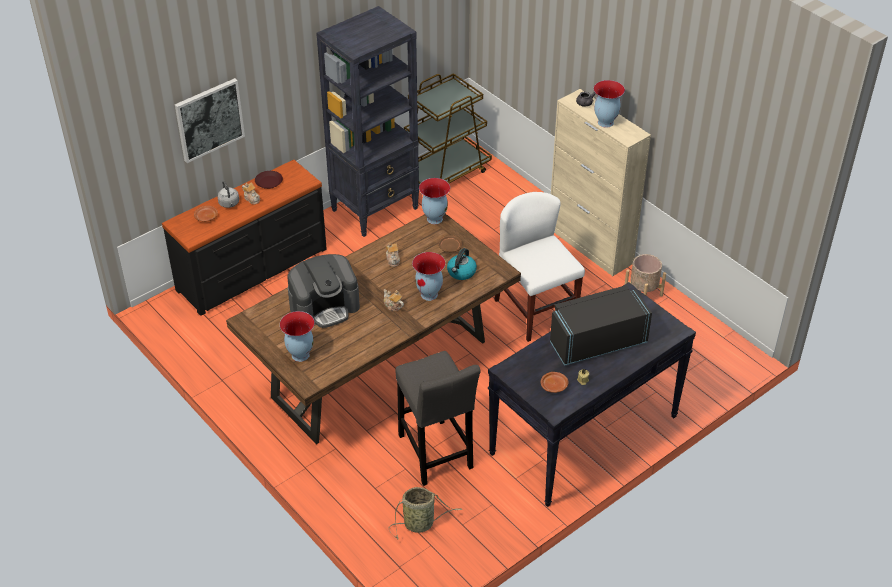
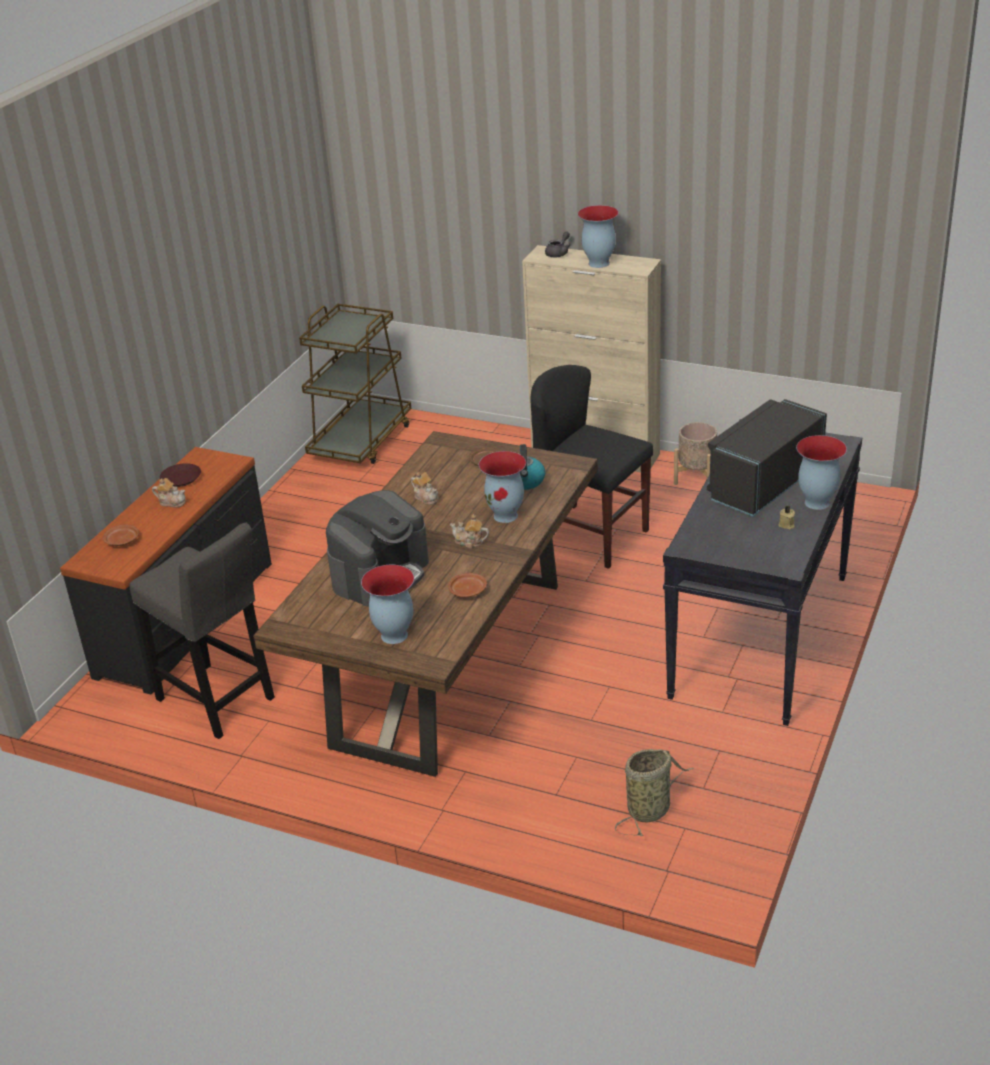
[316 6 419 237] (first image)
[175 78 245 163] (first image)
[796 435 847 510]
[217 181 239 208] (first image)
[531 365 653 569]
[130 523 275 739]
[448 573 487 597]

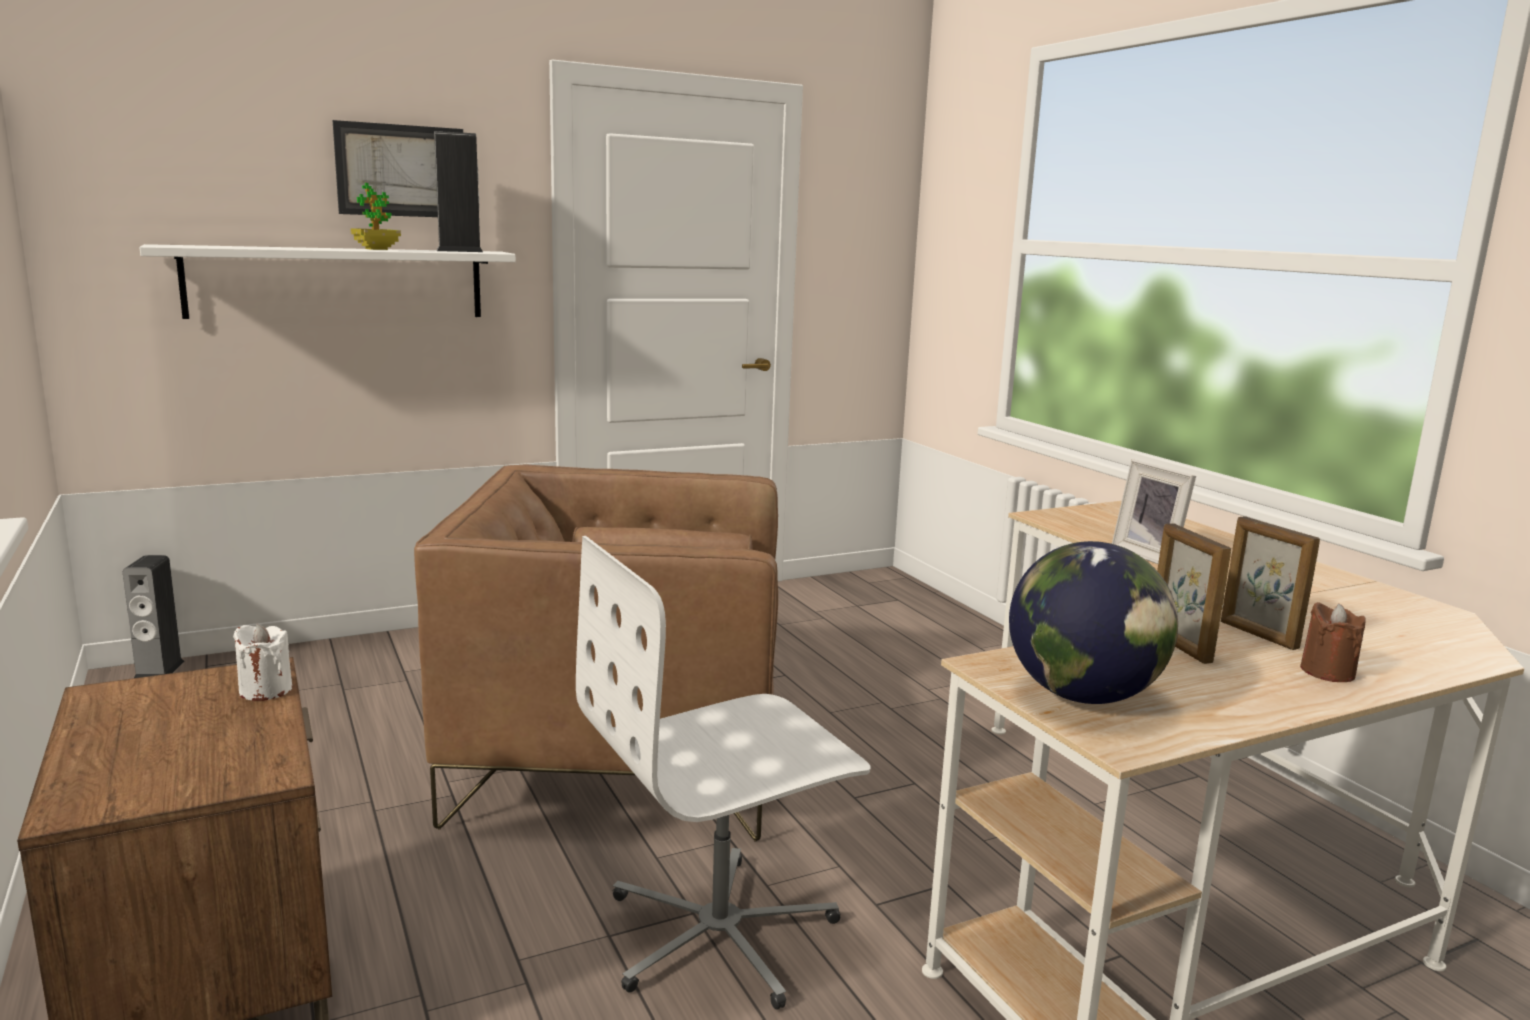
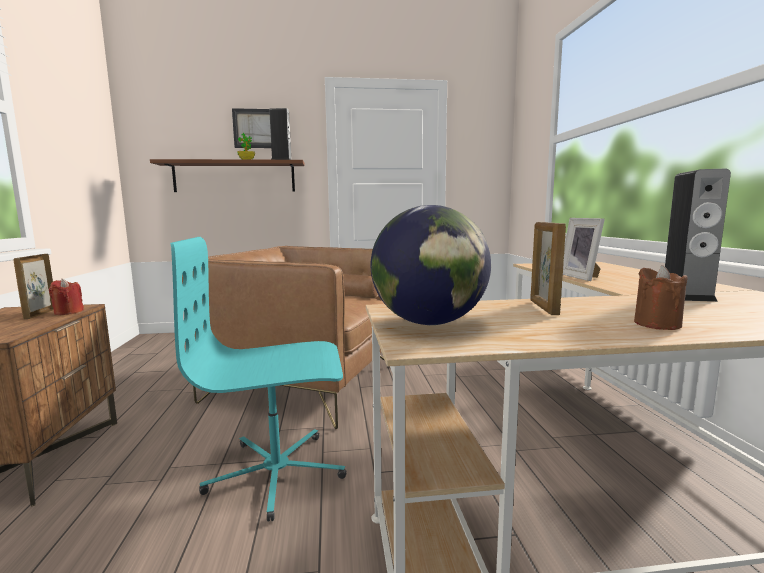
[150 159 305 192]
[13 254 54 319]
[170 237 346 522]
[665 169 731 302]
[49 279 84 315]

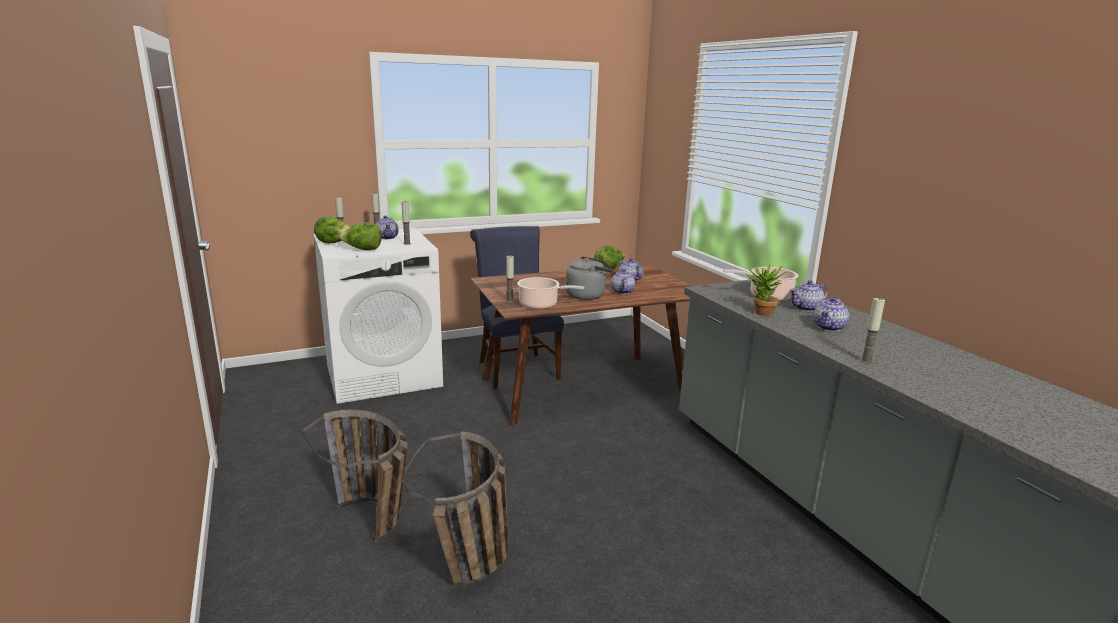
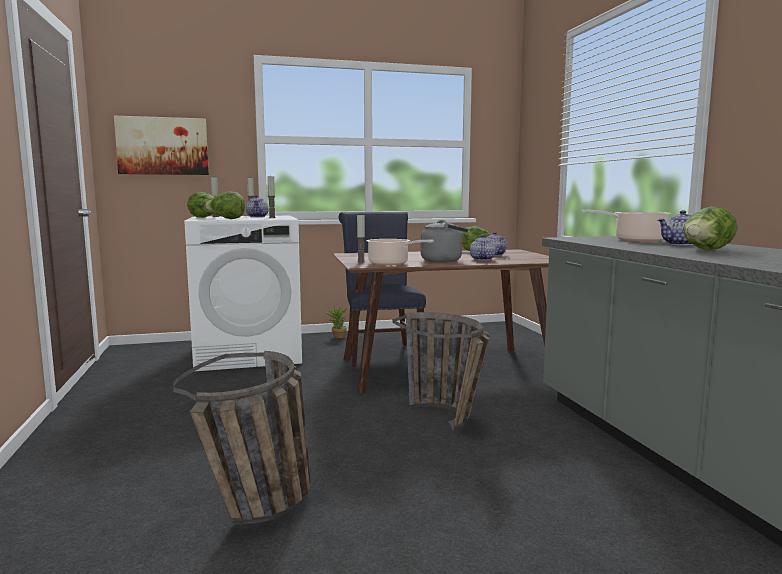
[324 304 347 338]
[683 206 738 250]
[860 297 885 364] (first image)
[392 312 490 431]
[114 116 209 175]

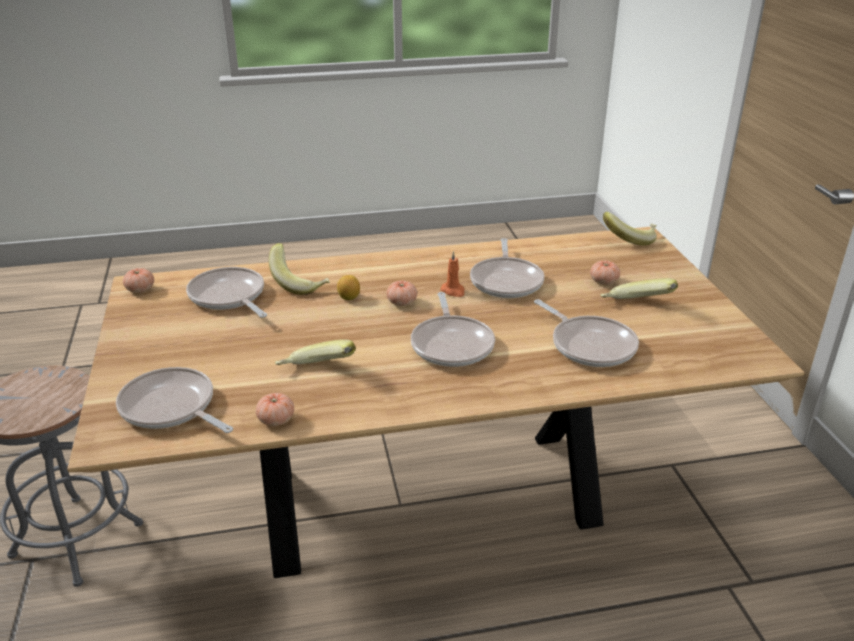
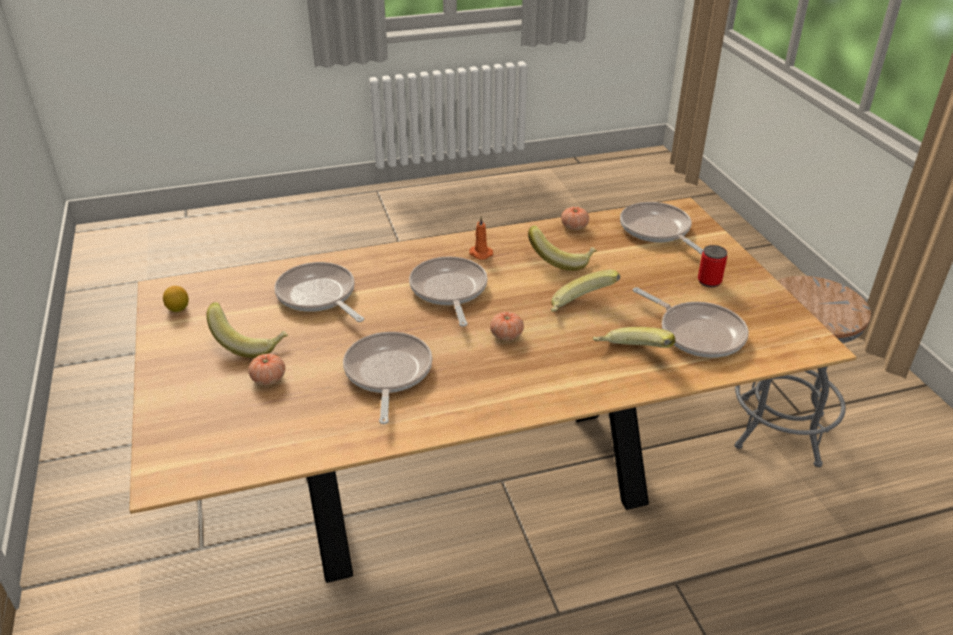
[551 270 620 312]
[469 216 493 260]
[123 268 154 293] (first image)
[163 286 189 312]
[620 202 704 254]
[698 245 727 287]

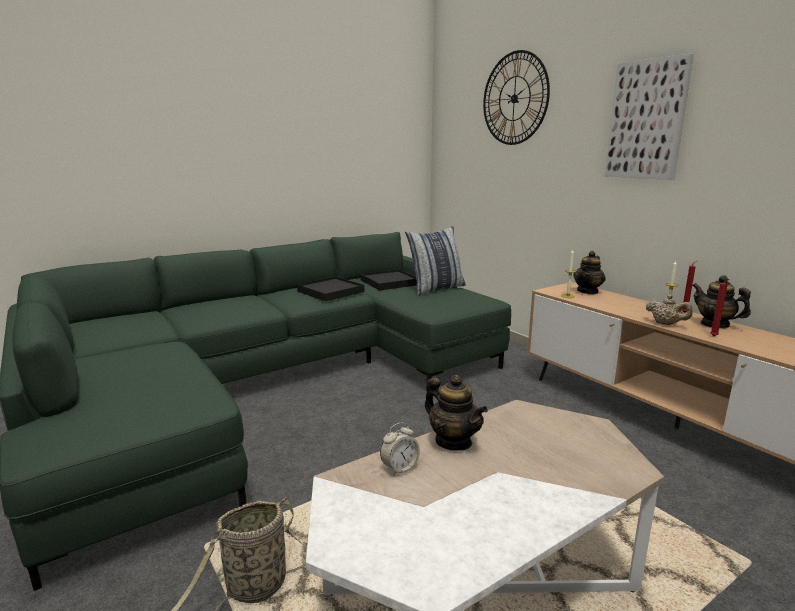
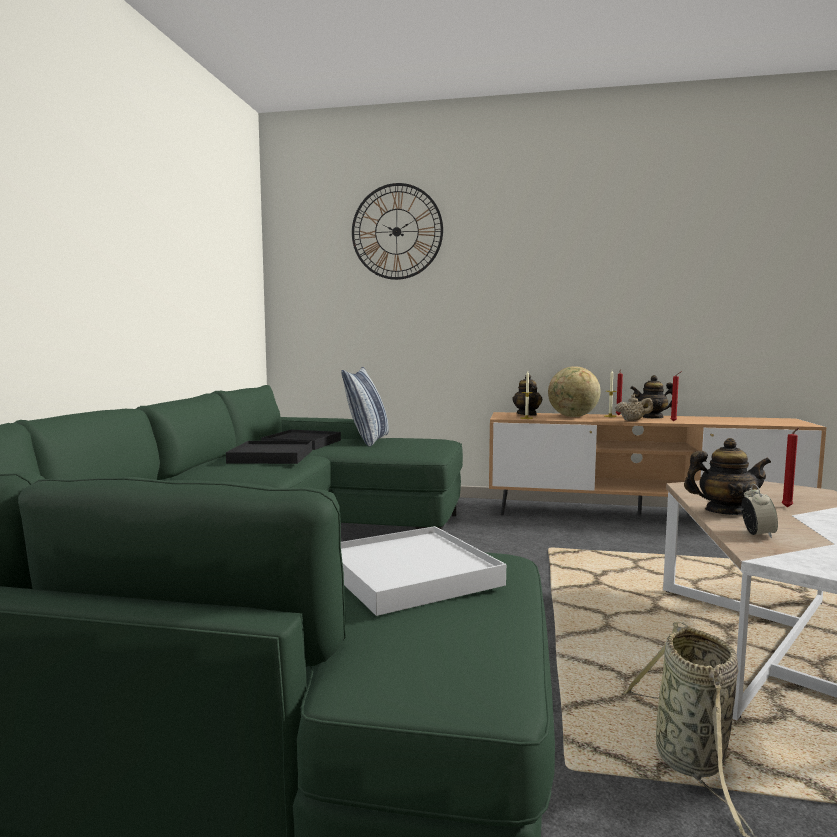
[605 54 694 180] (first image)
[548 366 601 417]
[782 428 799 507]
[341 526 506 616]

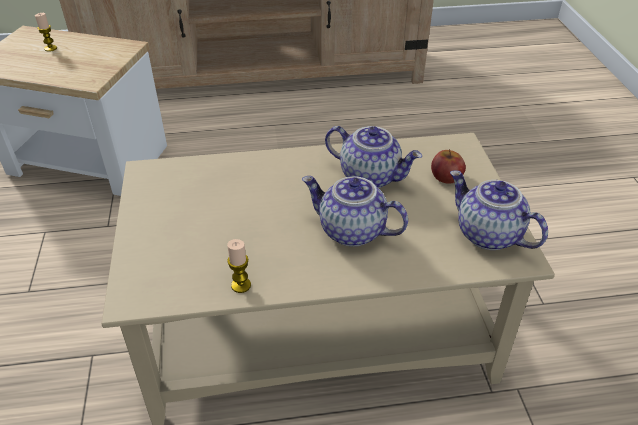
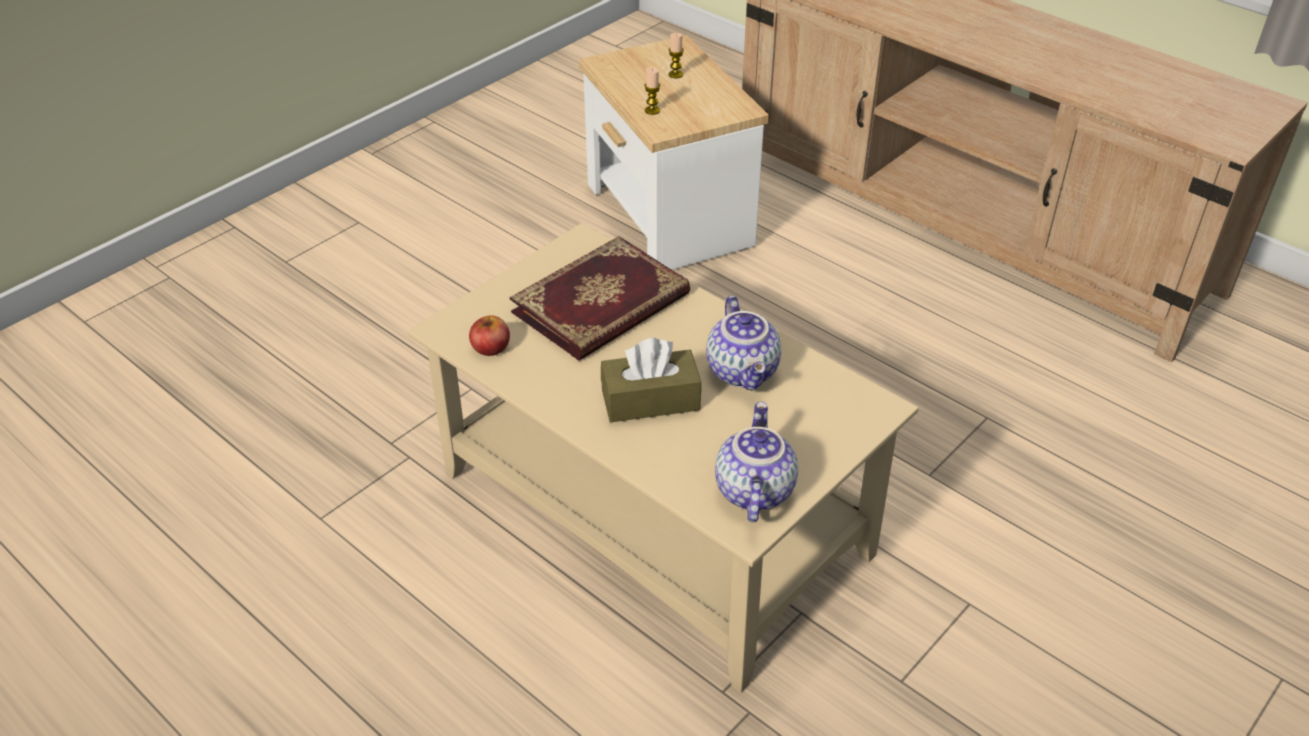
[469 315 510 356]
[601 338 701 422]
[645 67 660 115]
[510 236 690 361]

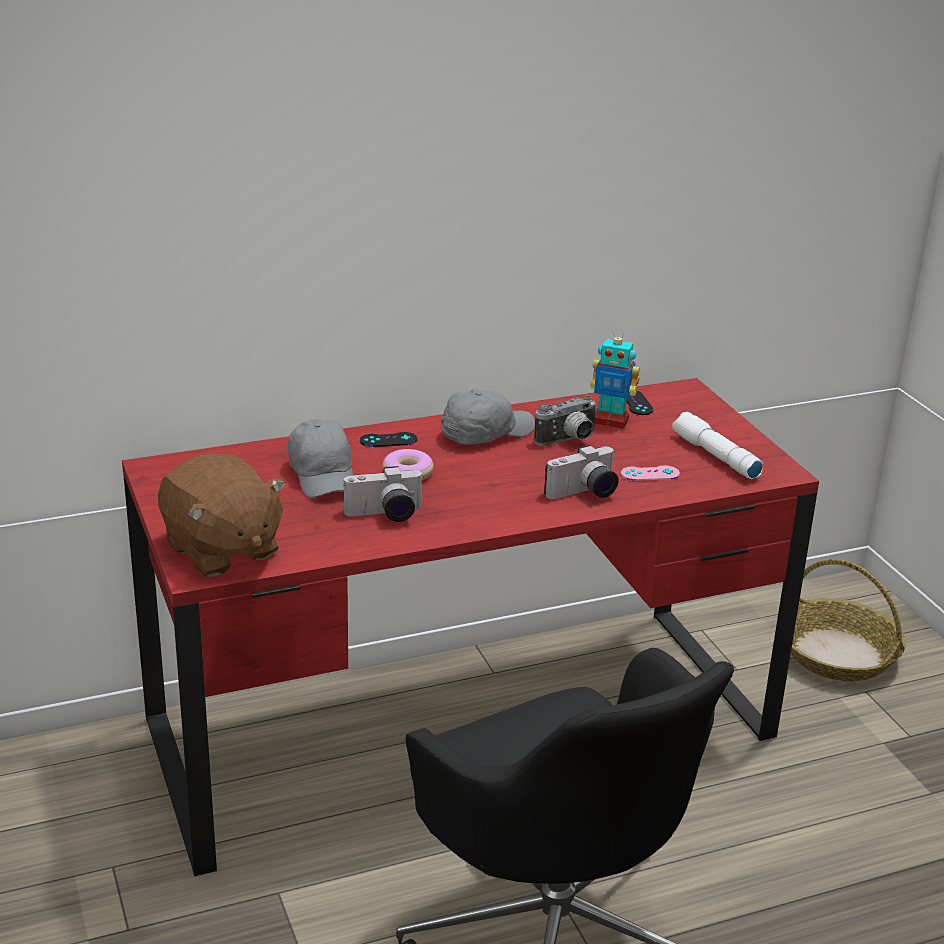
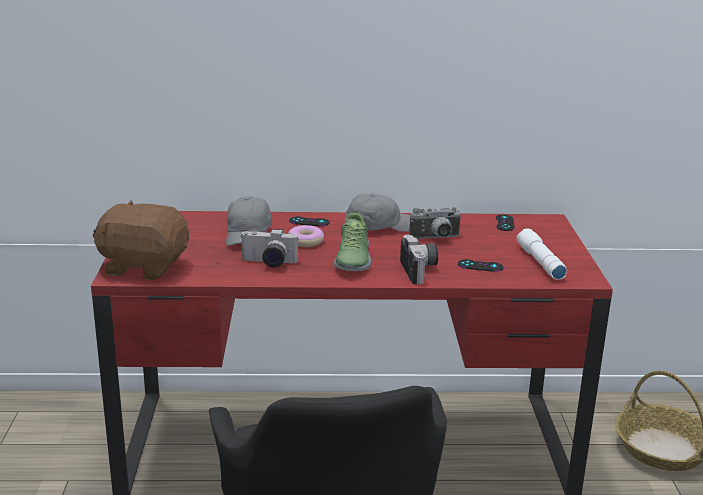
[590 328 640 429] (first image)
[400 235 438 284]
[93 200 189 280]
[458 259 503 272]
[334 210 371 272]

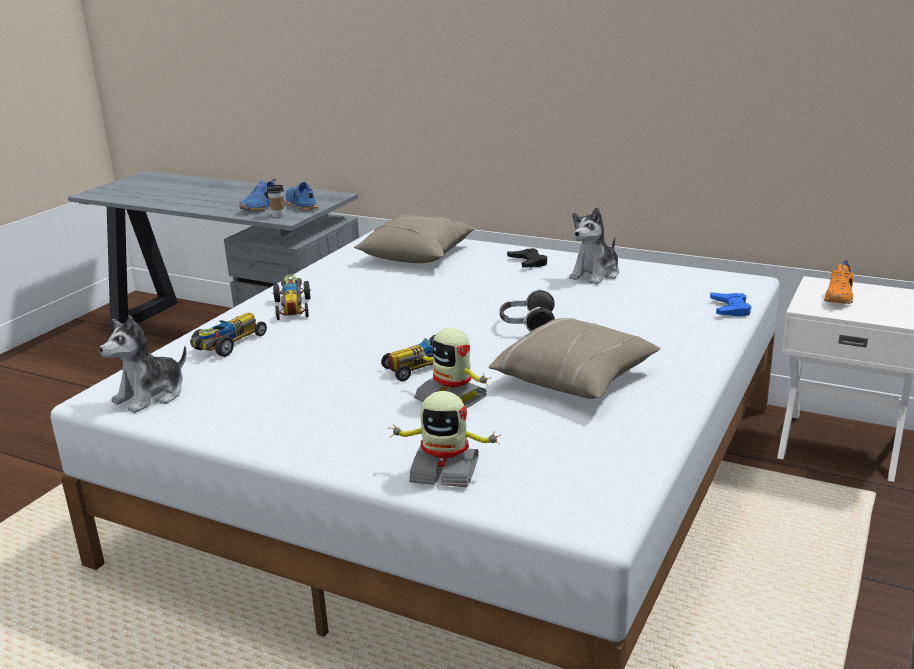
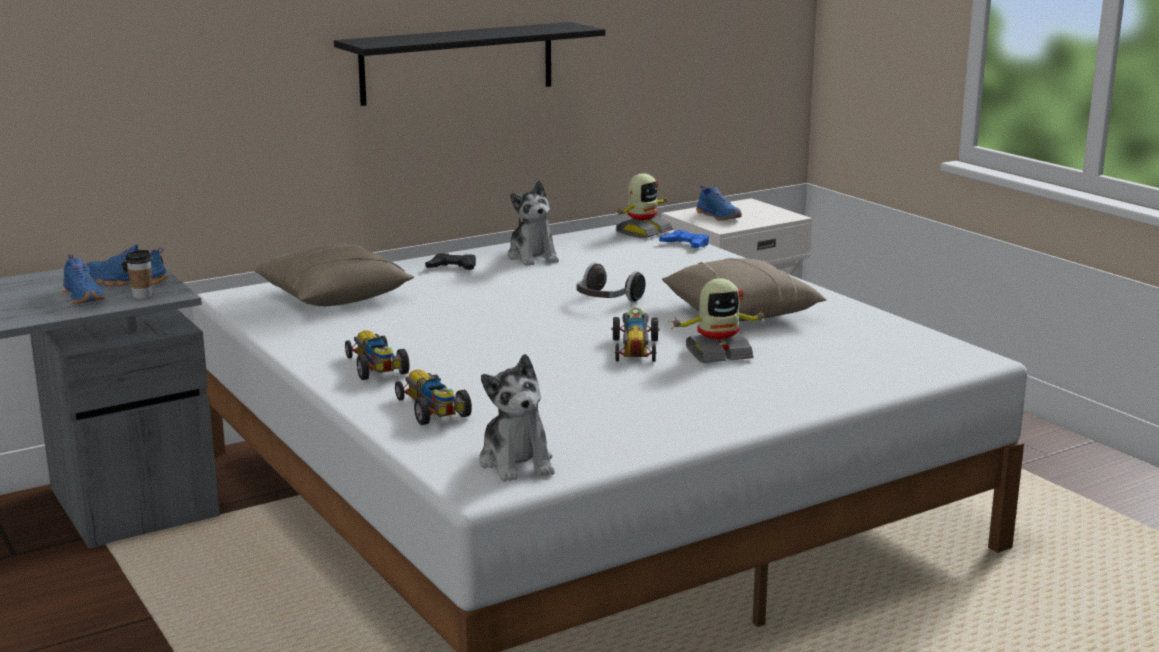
[696 185 742 220]
[345 330 410 380]
[616 173 673 238]
[334 22 605 106]

